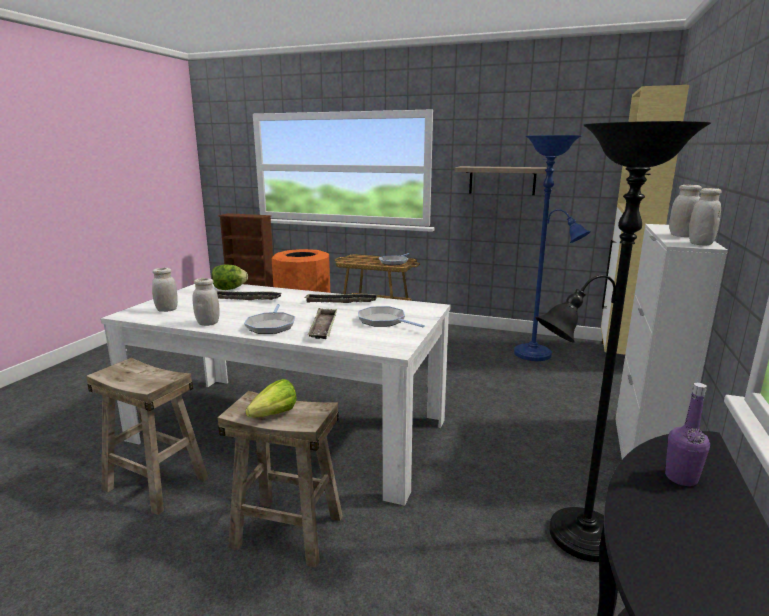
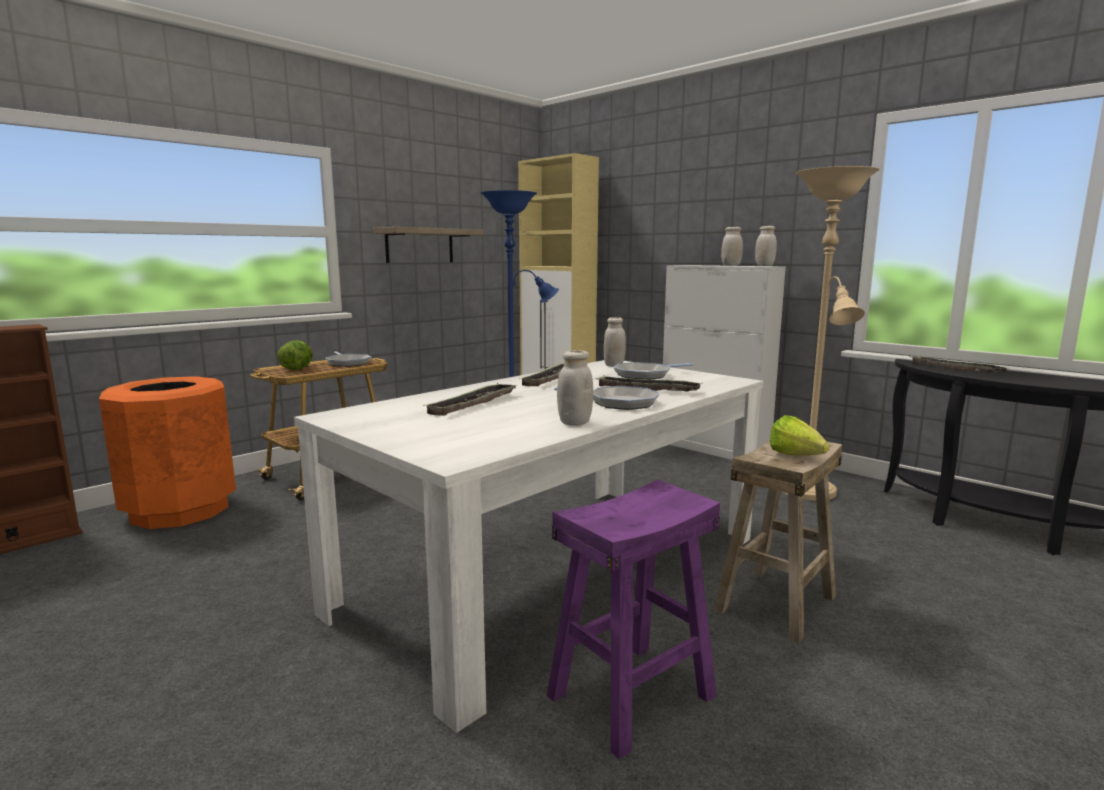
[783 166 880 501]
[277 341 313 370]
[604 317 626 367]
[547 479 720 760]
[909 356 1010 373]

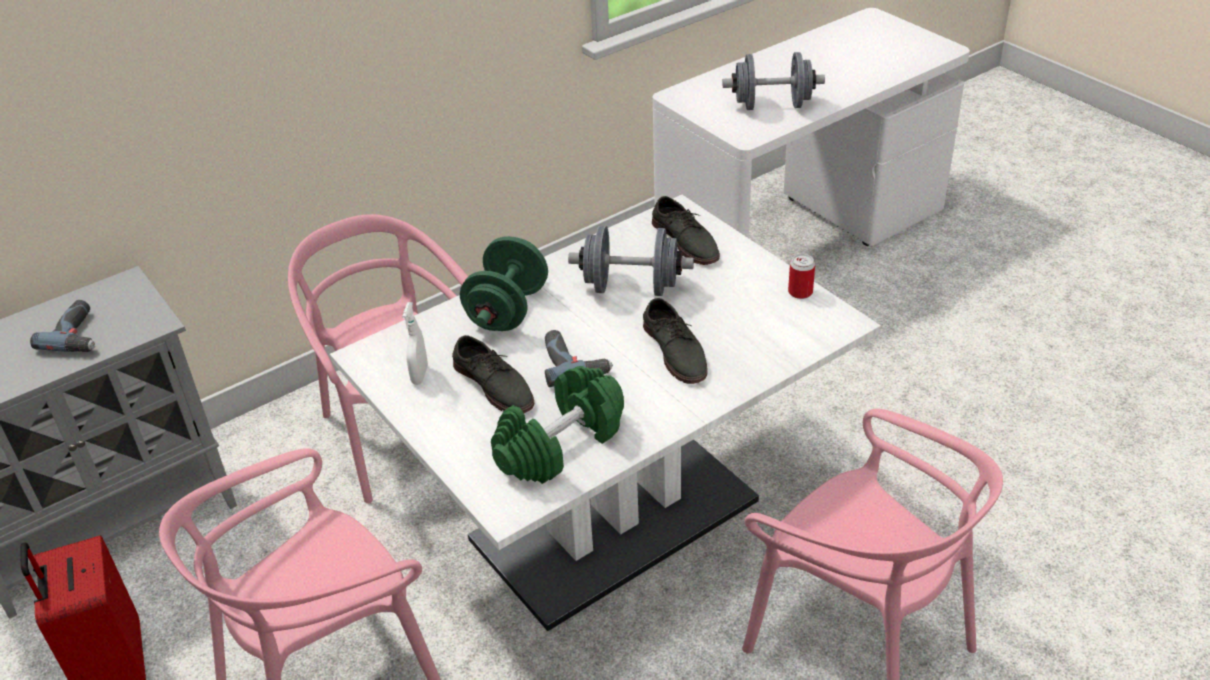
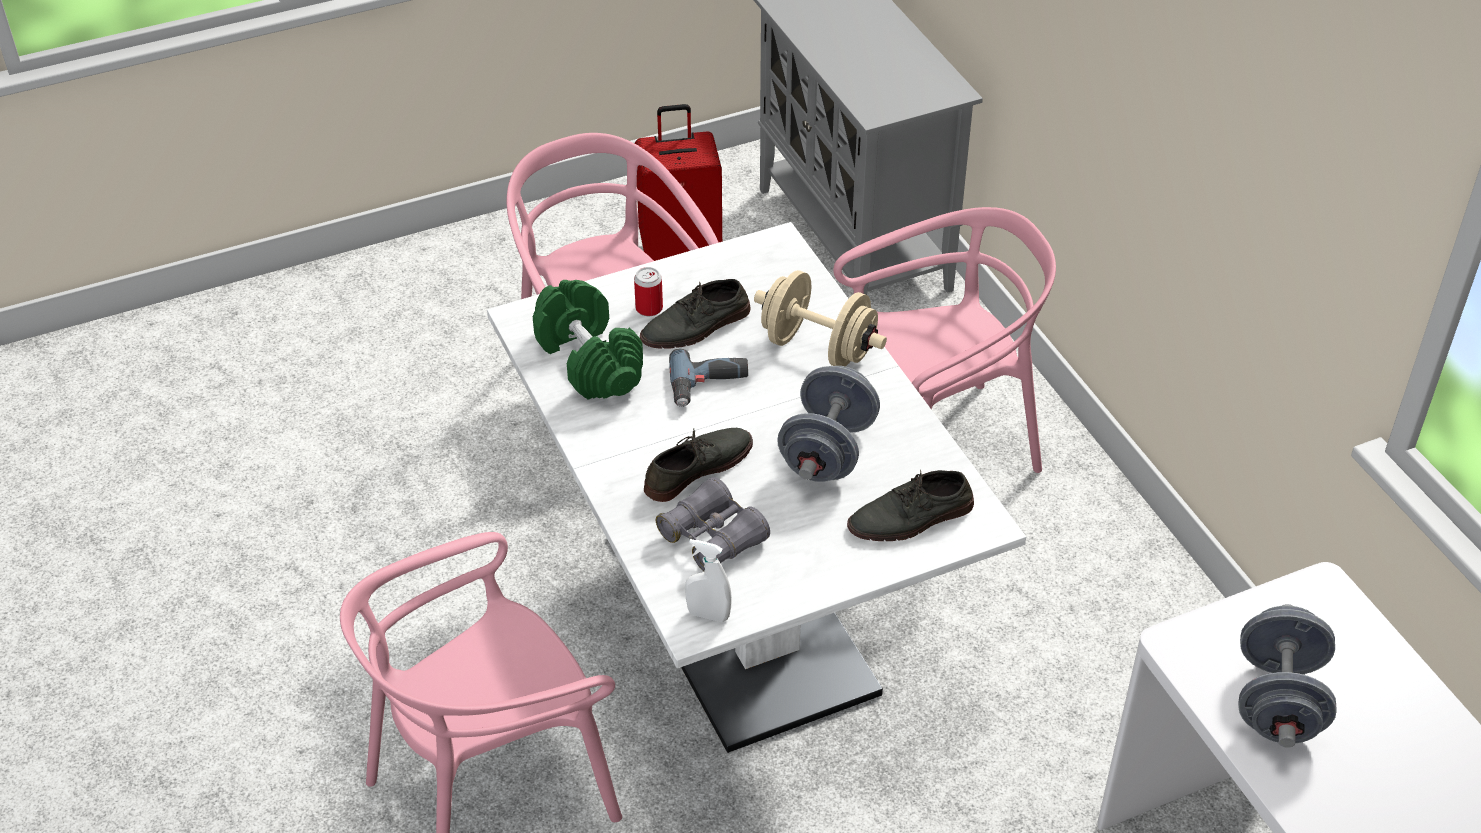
[754 270 887 367]
[634 267 663 316]
[644 428 753 502]
[30 300 95 352] (first image)
[685 539 732 622]
[656 477 770 571]

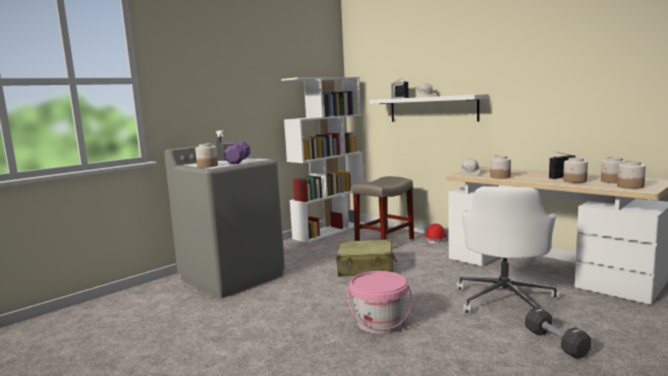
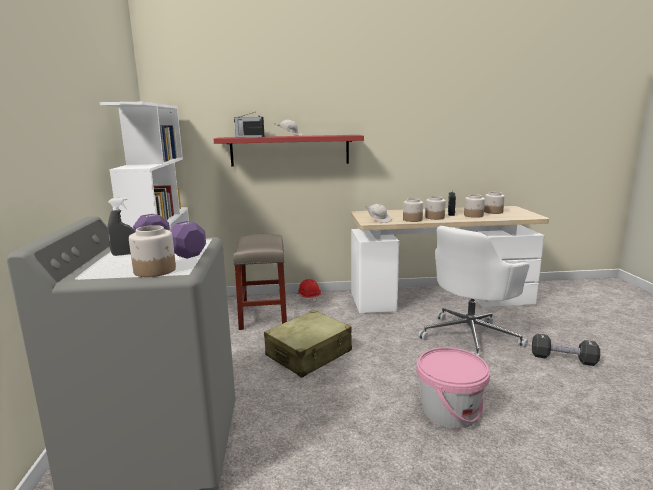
[214 135 364 167]
[425 196 446 220]
[418 226 530 357]

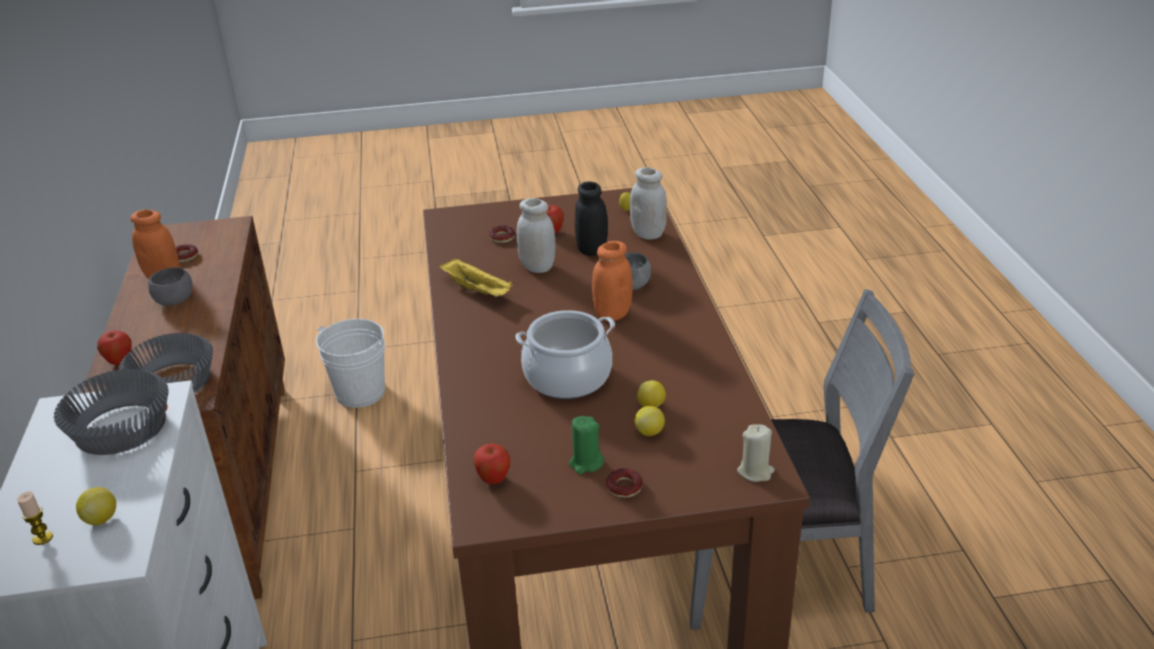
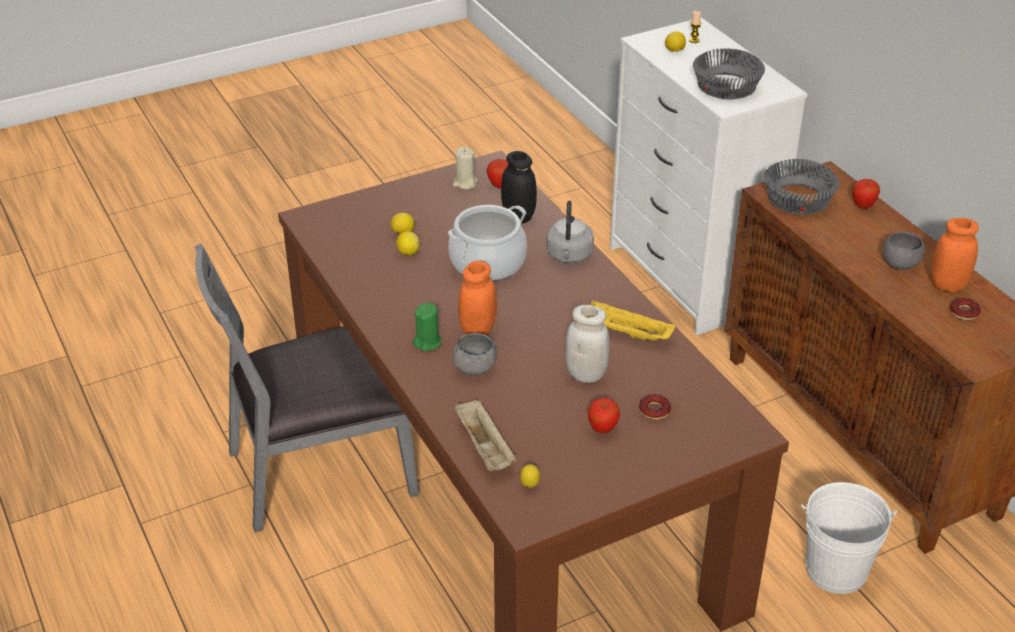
[455 400 516 471]
[501 151 537 223]
[413 302 441 351]
[452 147 478 189]
[606 468 643 498] (first image)
[546 201 594 263]

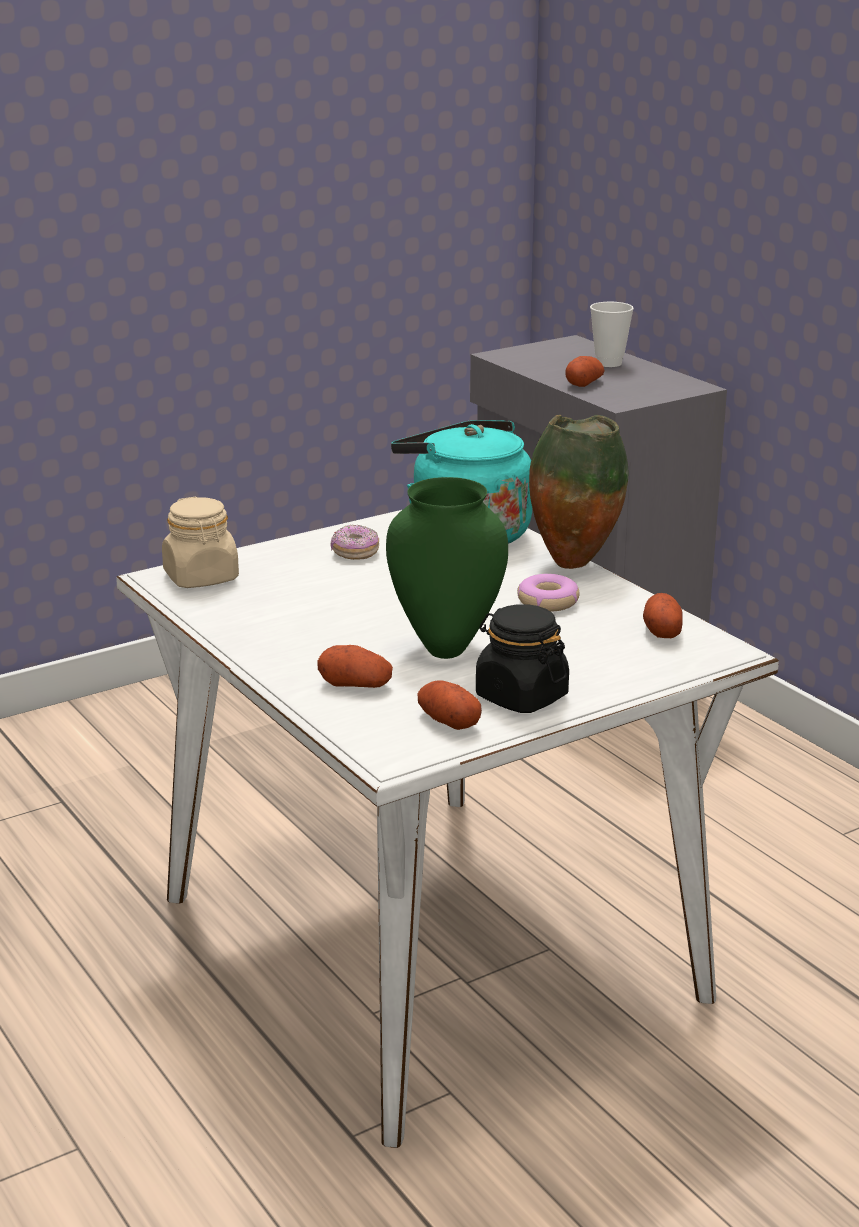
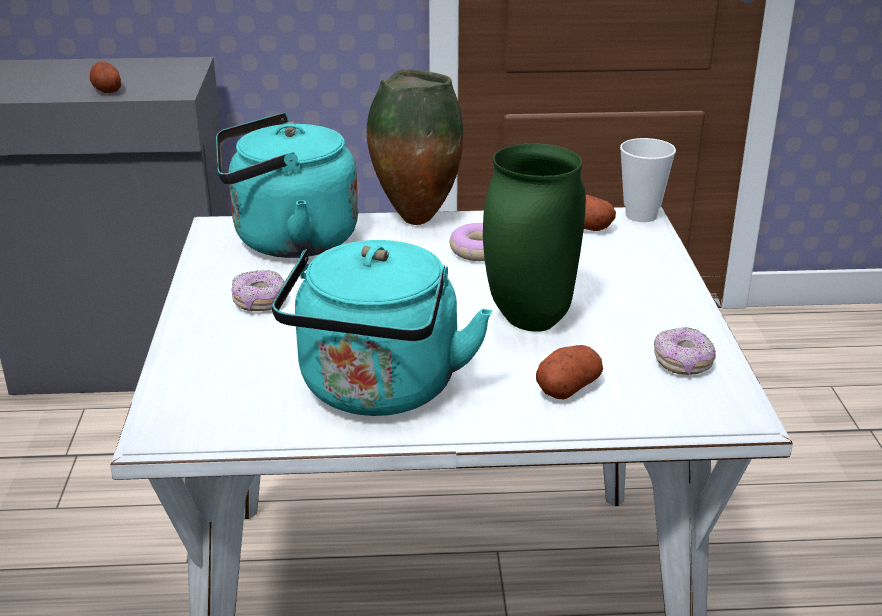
[620 138 676 222]
[162 497 239 588] (first image)
[476 604 569 713] (first image)
[654 327 716 375]
[272 240 492 416]

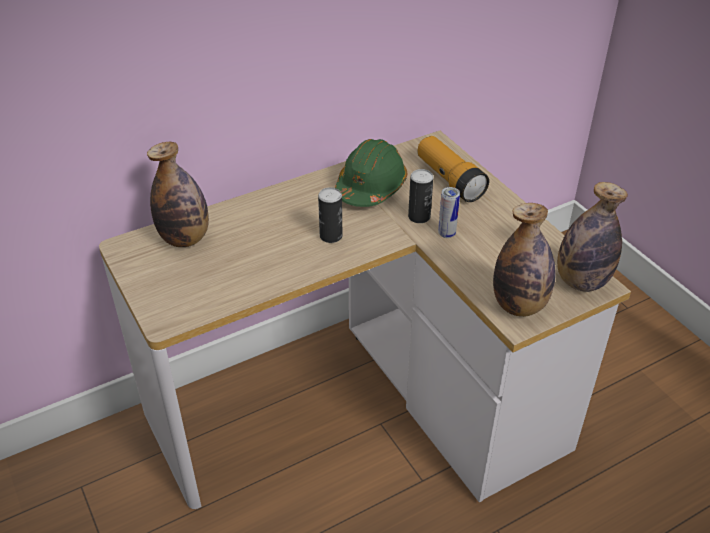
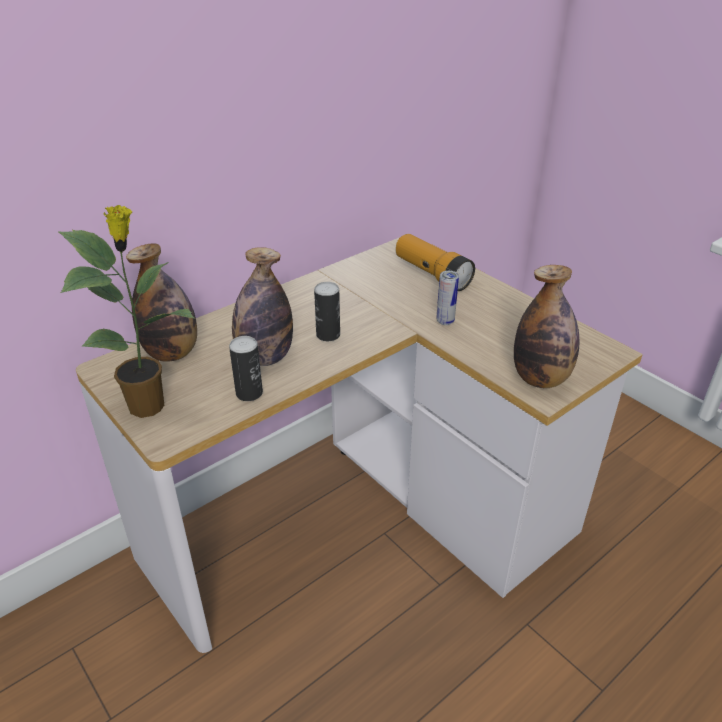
[335 139 407 207] (first image)
[229 336 263 401]
[232 247 293 366]
[58 205 195 418]

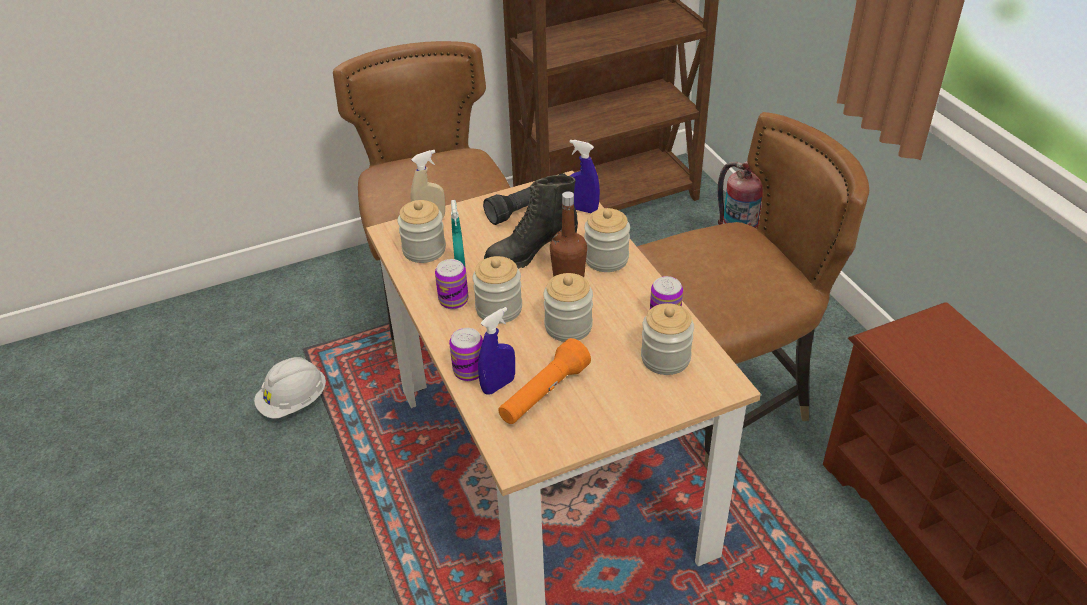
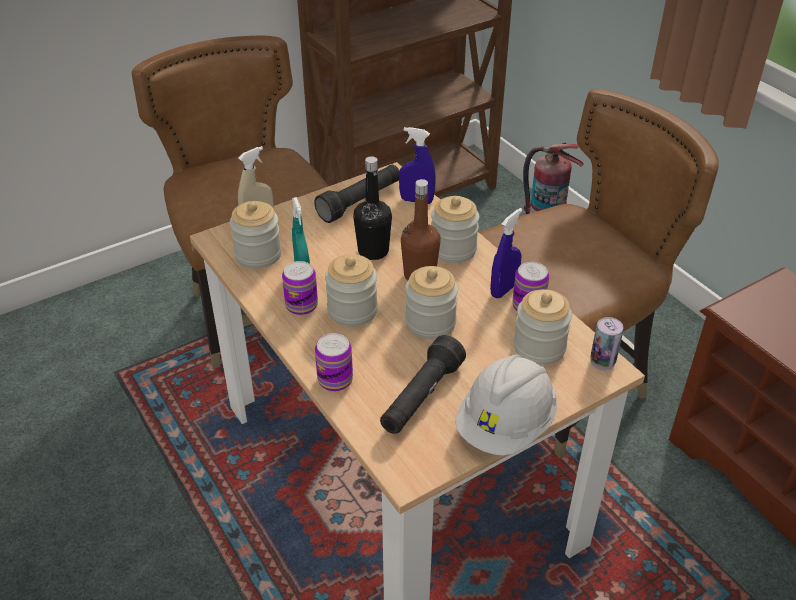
[353 156 392 260]
[490 208 523 298]
[380 335 466 434]
[455 355 557 456]
[590 317 623 370]

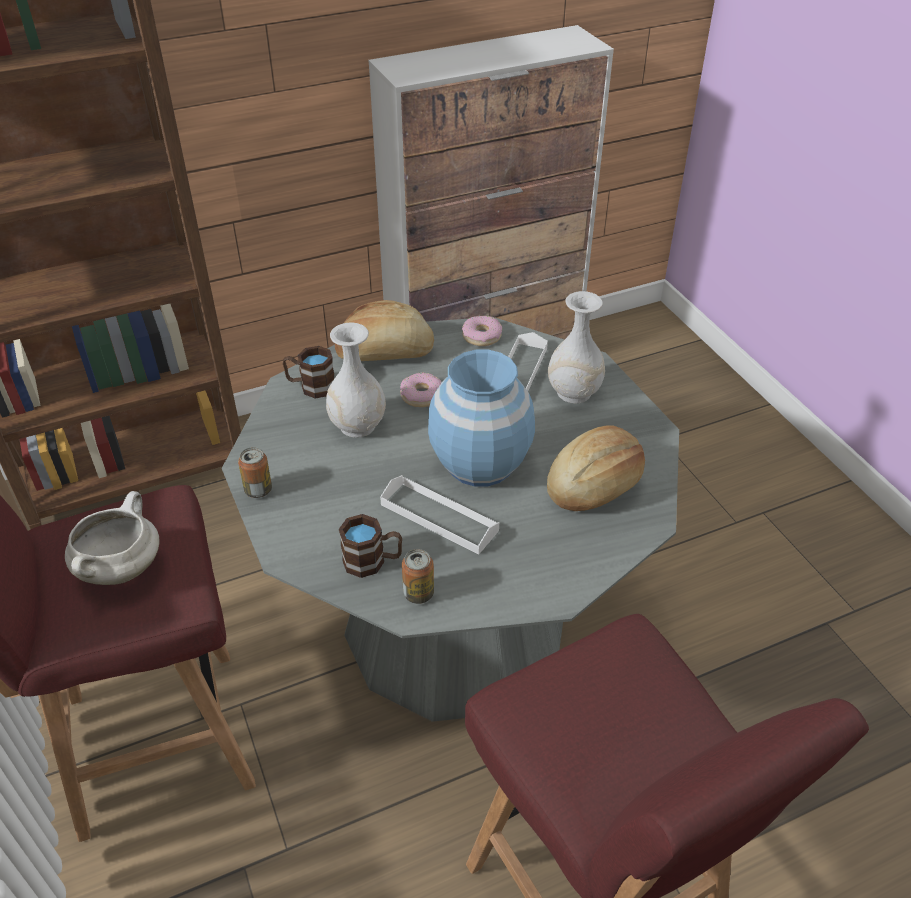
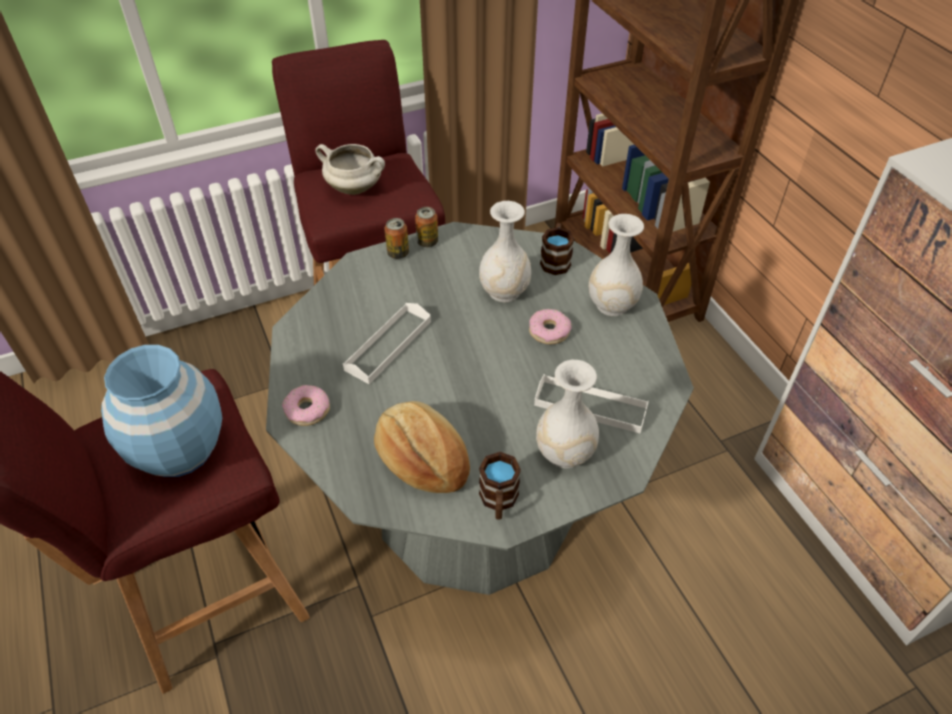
[588 214 644 316]
[282 385 330 426]
[101 345 222 477]
[479 452 521 520]
[385 218 409 259]

